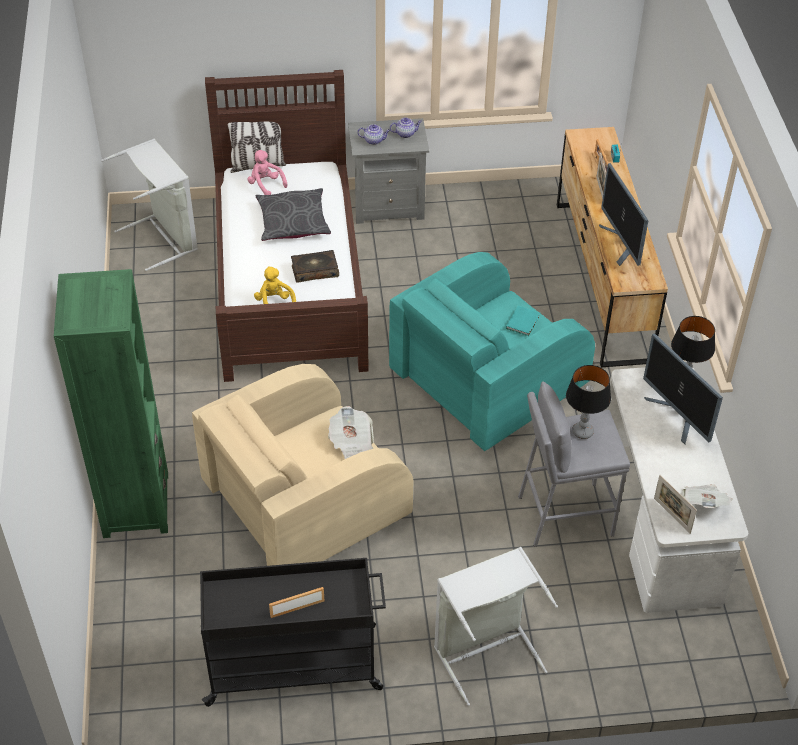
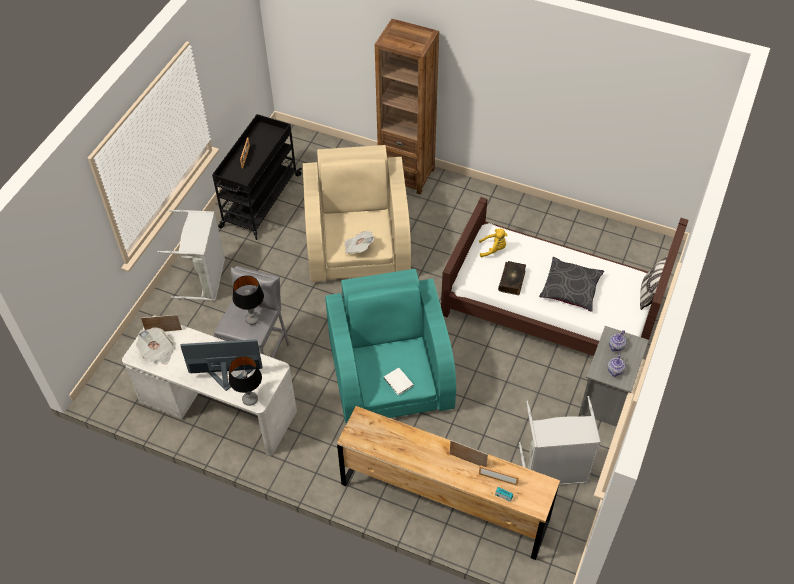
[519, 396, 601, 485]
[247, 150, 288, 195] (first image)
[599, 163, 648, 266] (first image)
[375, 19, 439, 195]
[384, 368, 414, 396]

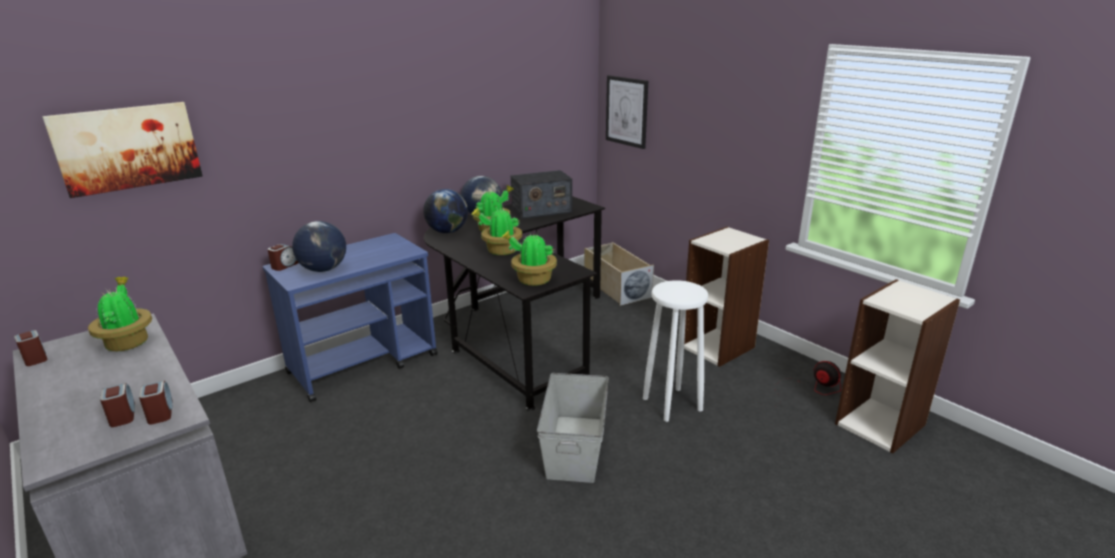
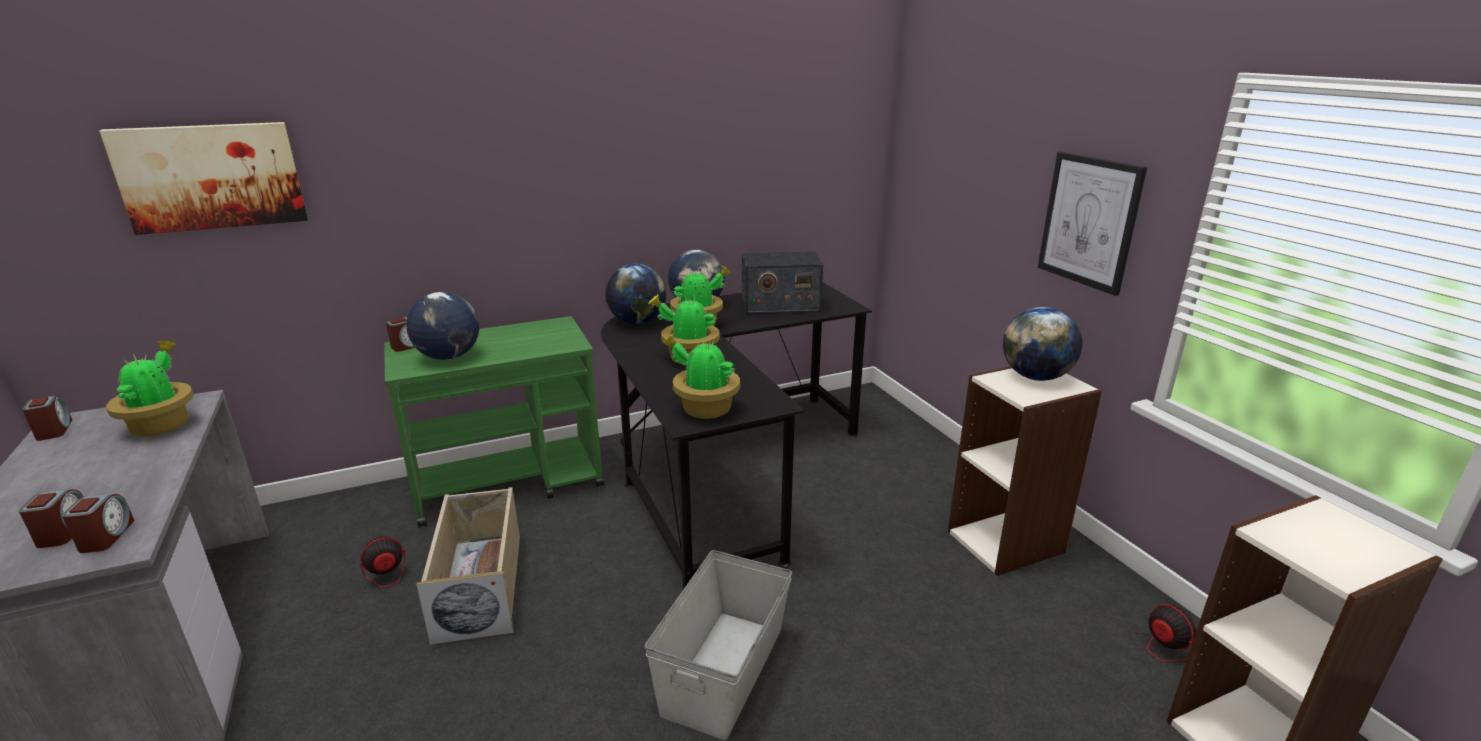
[1038, 151, 1147, 296]
[384, 316, 604, 528]
[416, 487, 520, 645]
[643, 280, 708, 422] (first image)
[1003, 307, 1083, 381]
[330, 536, 405, 642]

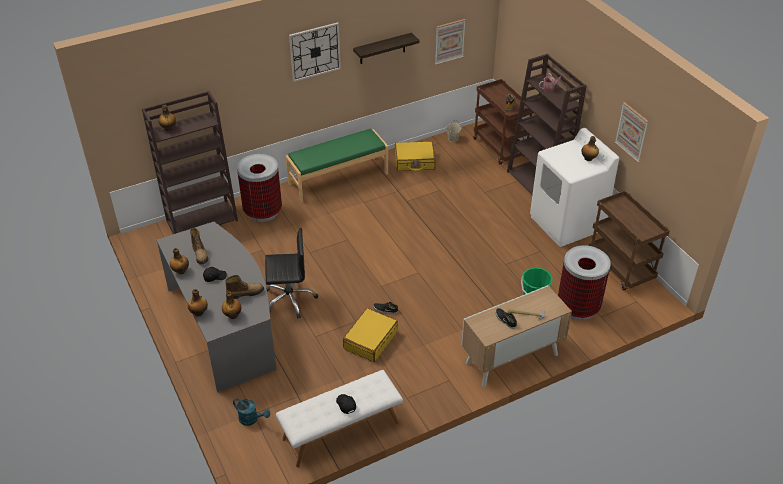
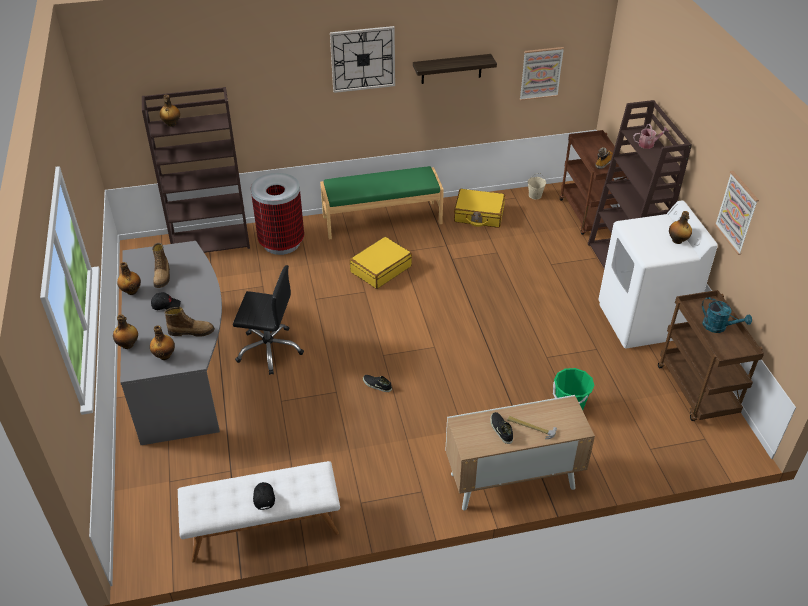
[558, 245, 611, 320] (first image)
[350, 237, 412, 289]
[702, 297, 752, 333]

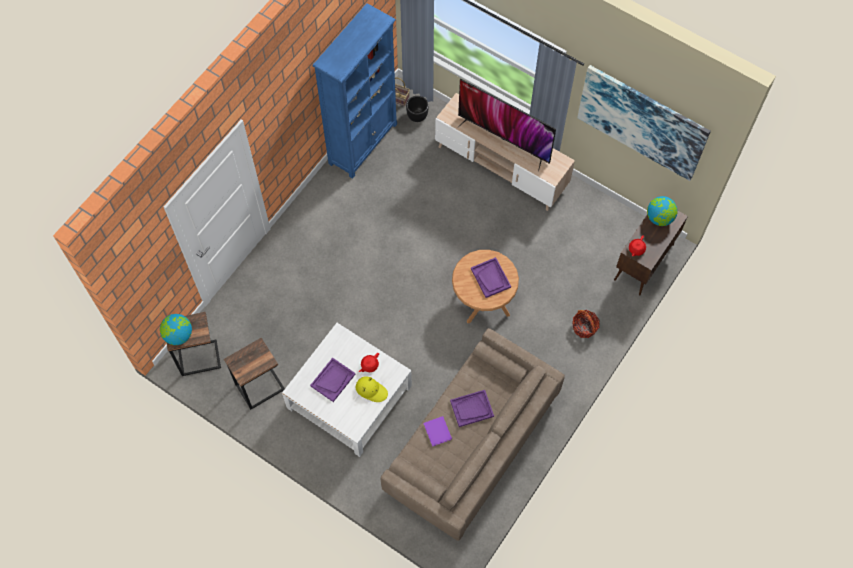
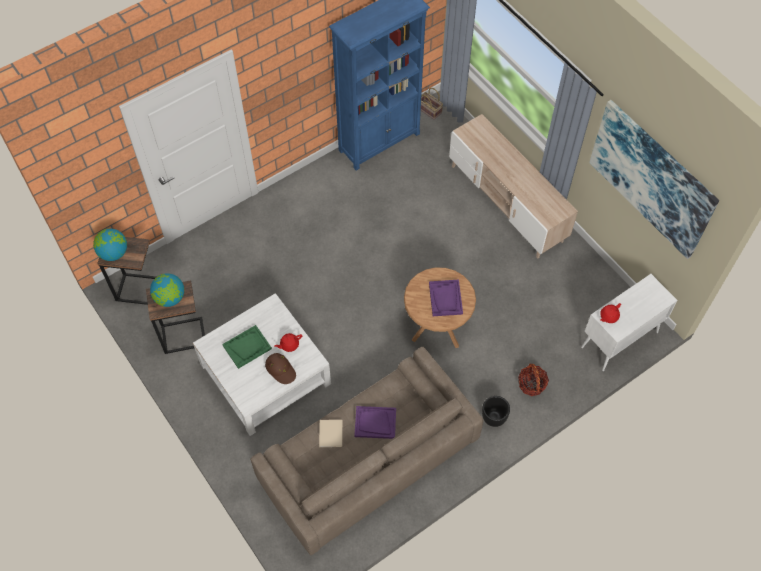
[457, 79, 556, 171] (first image)
[482, 396, 510, 427]
[150, 273, 184, 307]
[581, 274, 678, 371]
[222, 325, 272, 369]
[265, 353, 296, 384]
[319, 420, 343, 447]

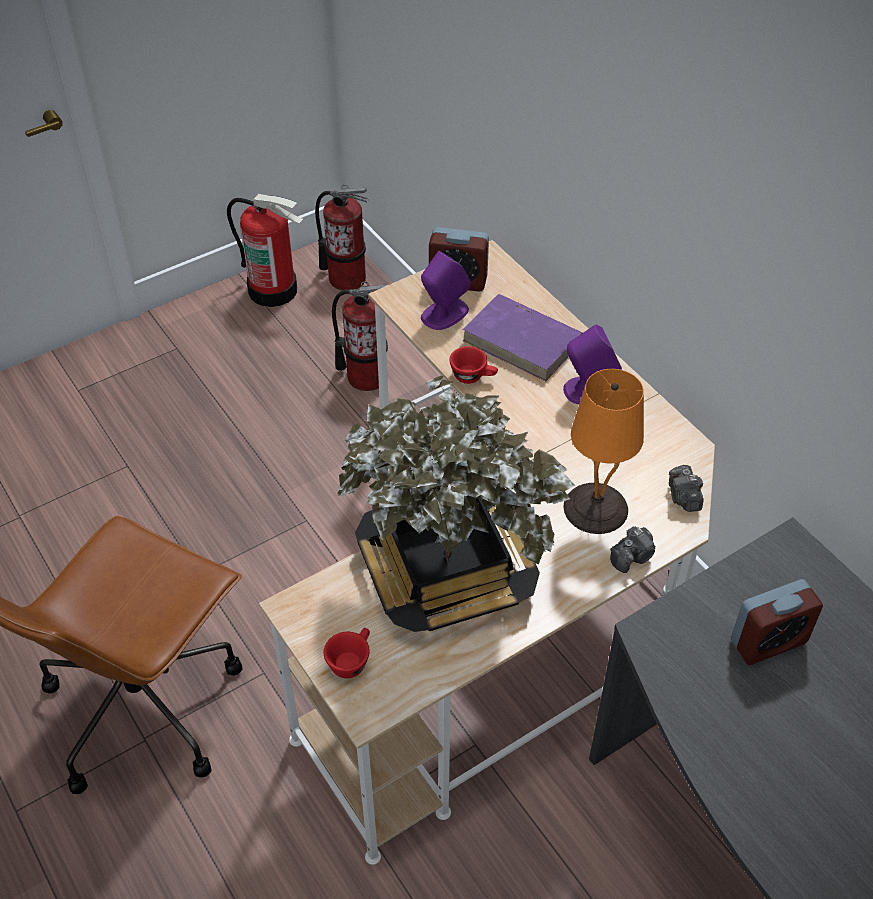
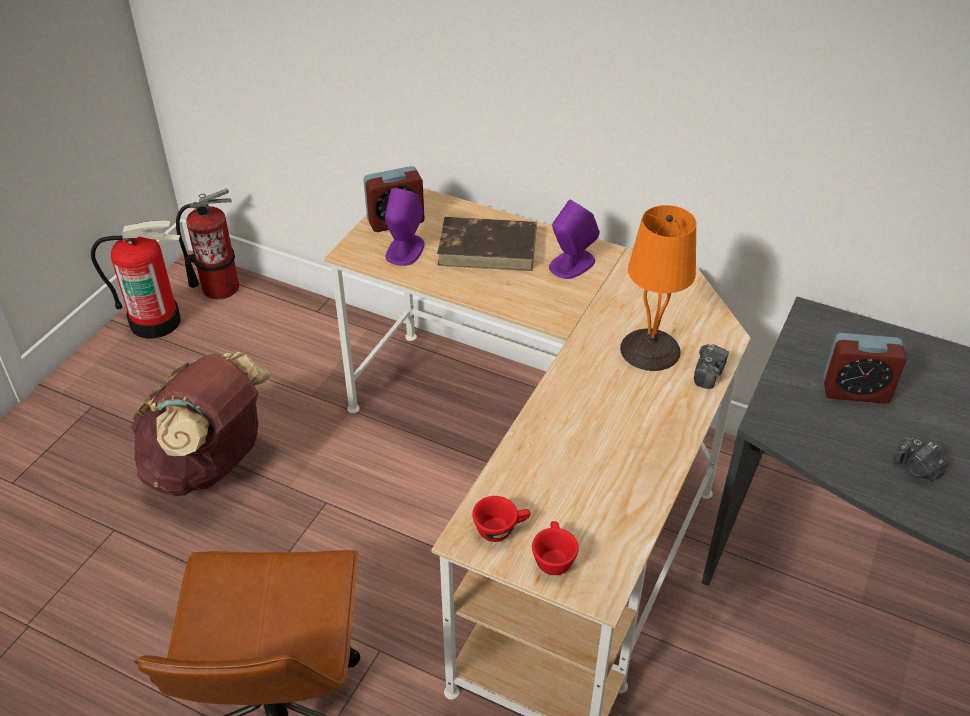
[332, 281, 390, 391] (first image)
[437, 217, 537, 271]
[472, 496, 530, 542]
[337, 375, 575, 632] (first image)
[894, 435, 948, 481]
[823, 333, 906, 403]
[130, 352, 272, 496]

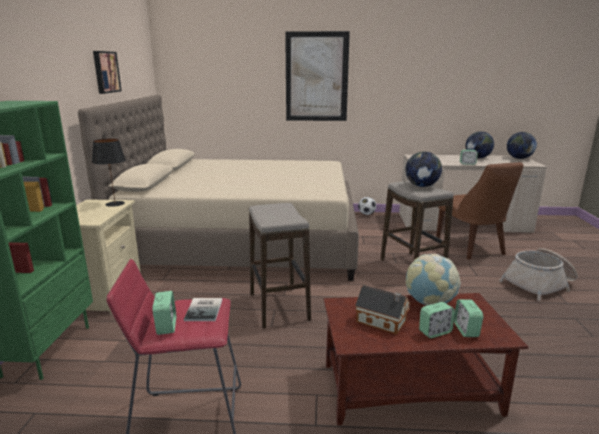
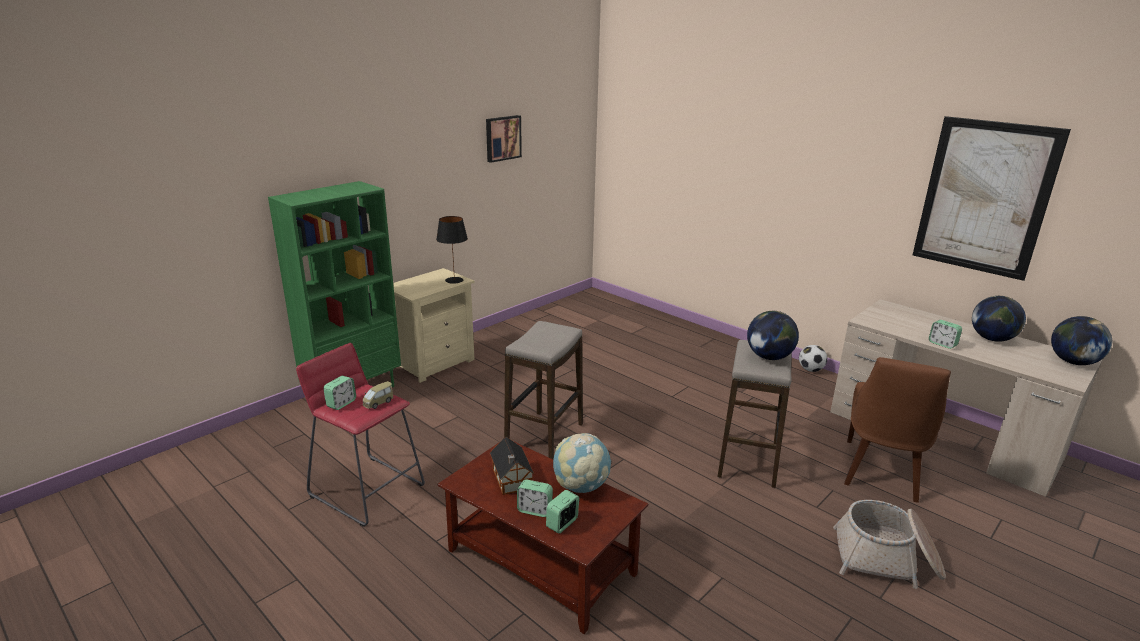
[913, 116, 1071, 281]
[78, 95, 359, 281] (first image)
[363, 381, 393, 409]

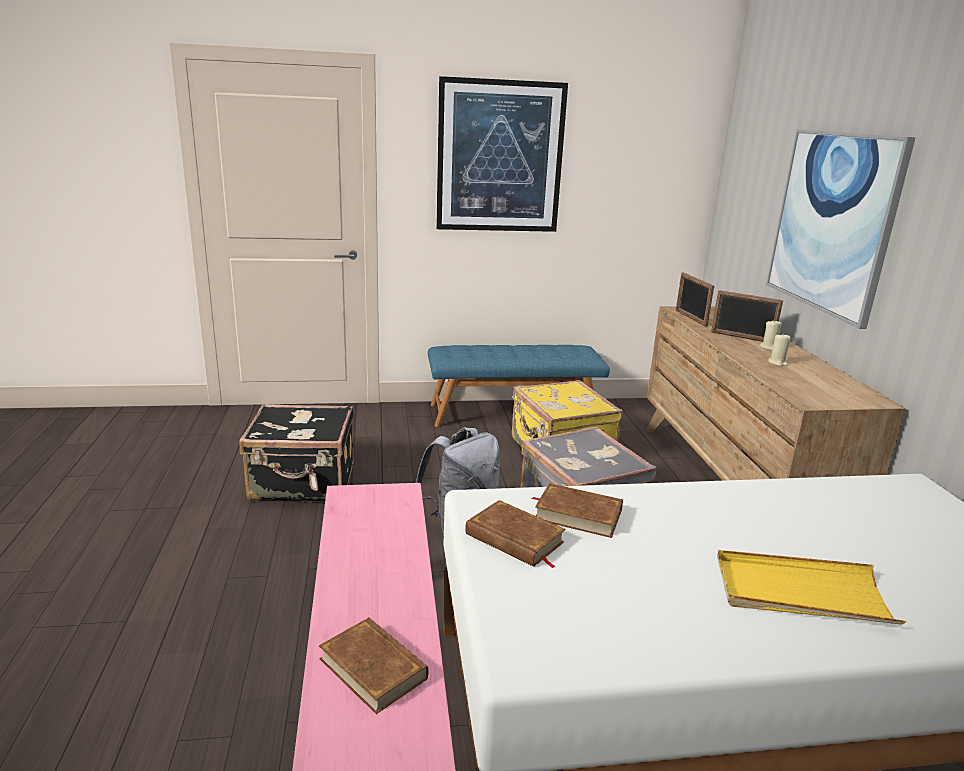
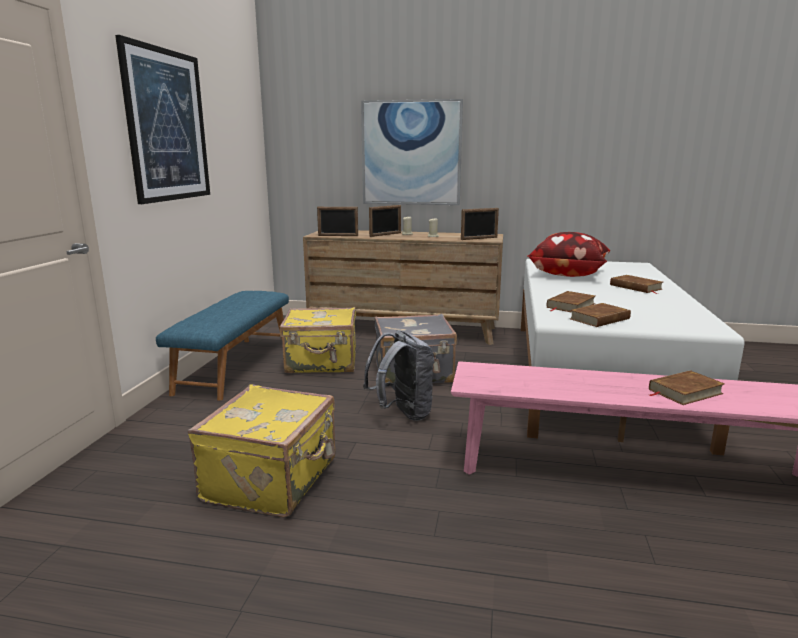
[188, 384, 336, 518]
[610, 275, 663, 294]
[461, 208, 499, 240]
[527, 232, 610, 277]

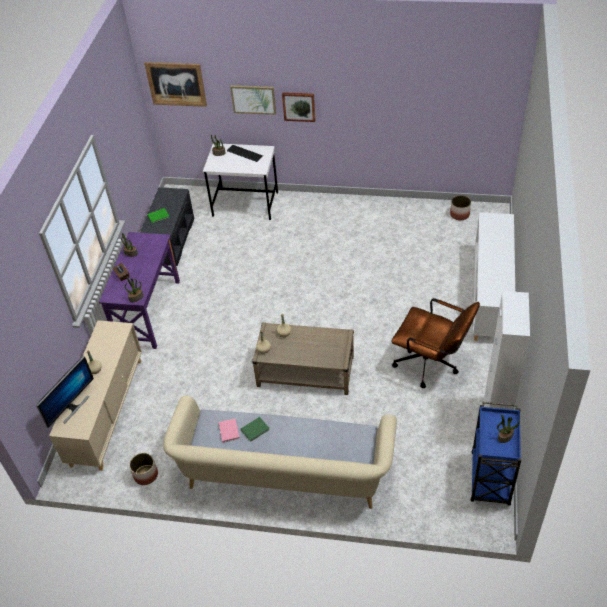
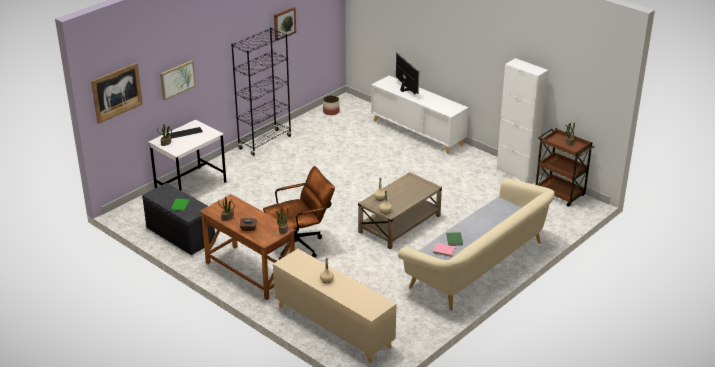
[274, 7, 296, 41]
[199, 194, 296, 300]
[263, 166, 335, 260]
[396, 53, 419, 94]
[536, 128, 595, 207]
[129, 453, 158, 485] (first image)
[231, 28, 291, 156]

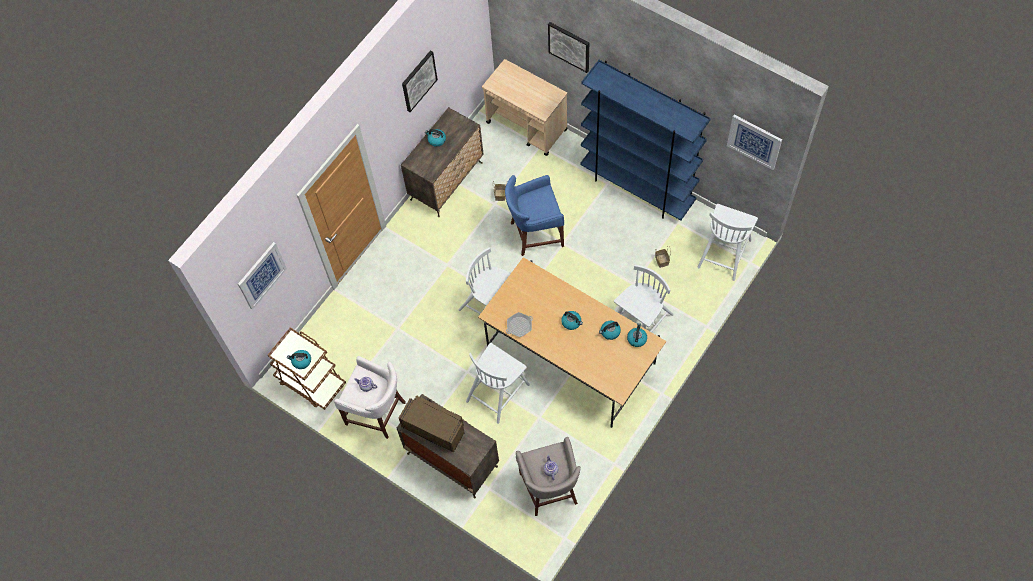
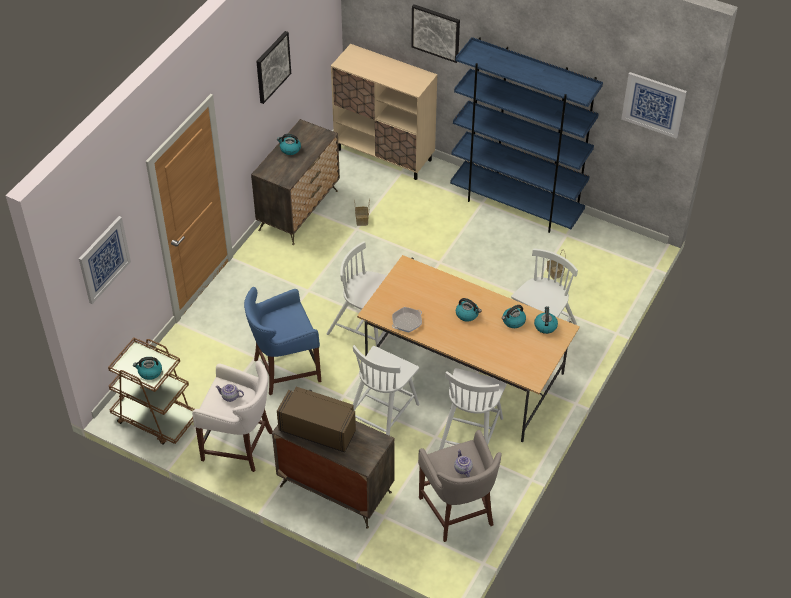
[331, 44, 437, 180]
[244, 287, 321, 395]
[439, 368, 507, 450]

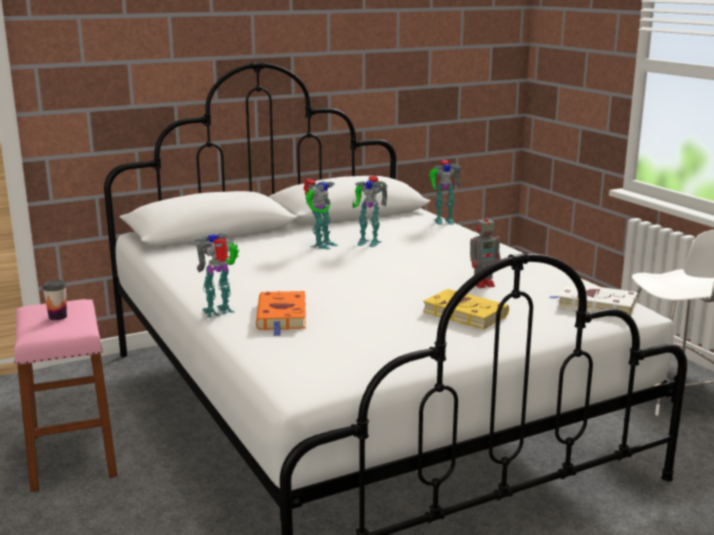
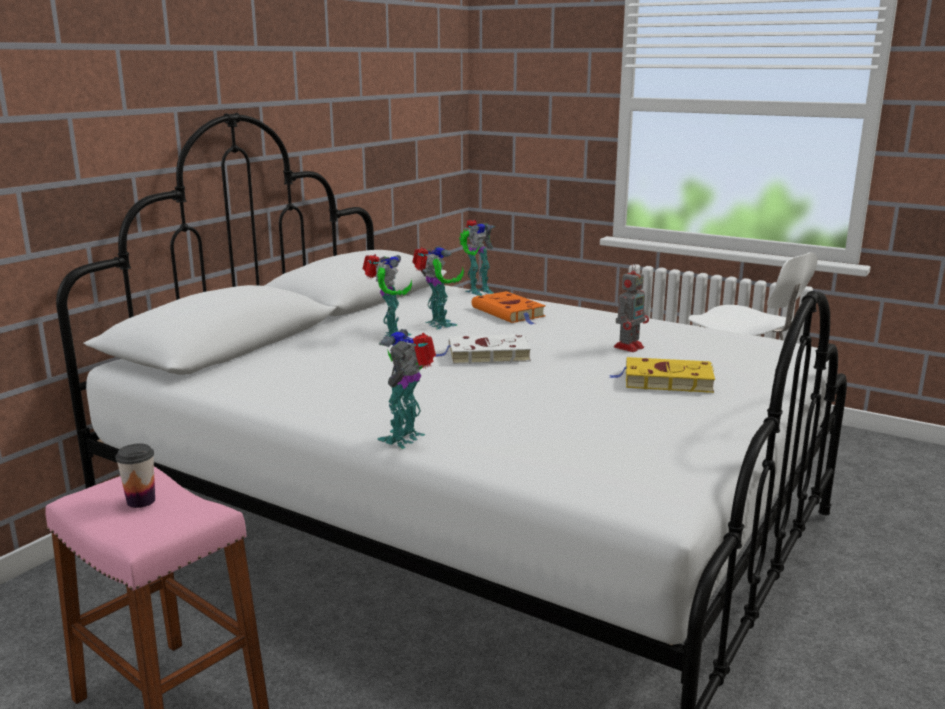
[412, 246, 464, 329]
[435, 334, 531, 364]
[472, 291, 546, 325]

